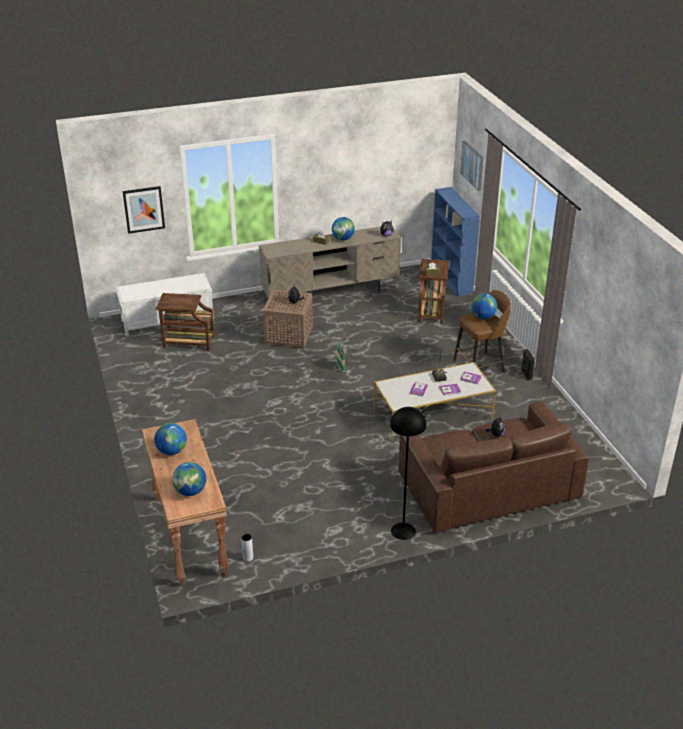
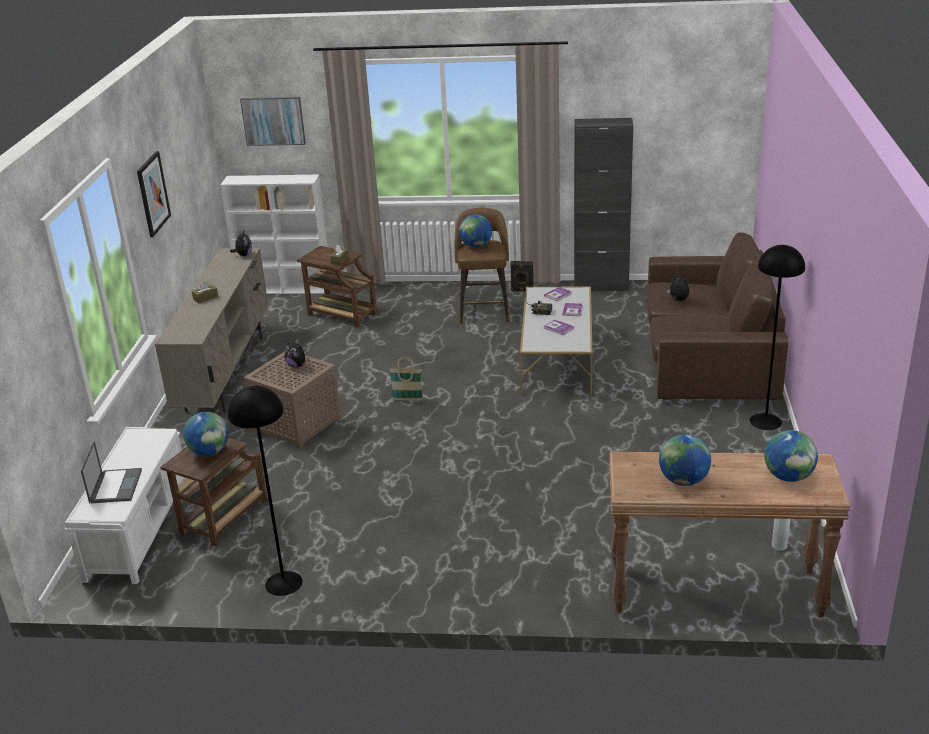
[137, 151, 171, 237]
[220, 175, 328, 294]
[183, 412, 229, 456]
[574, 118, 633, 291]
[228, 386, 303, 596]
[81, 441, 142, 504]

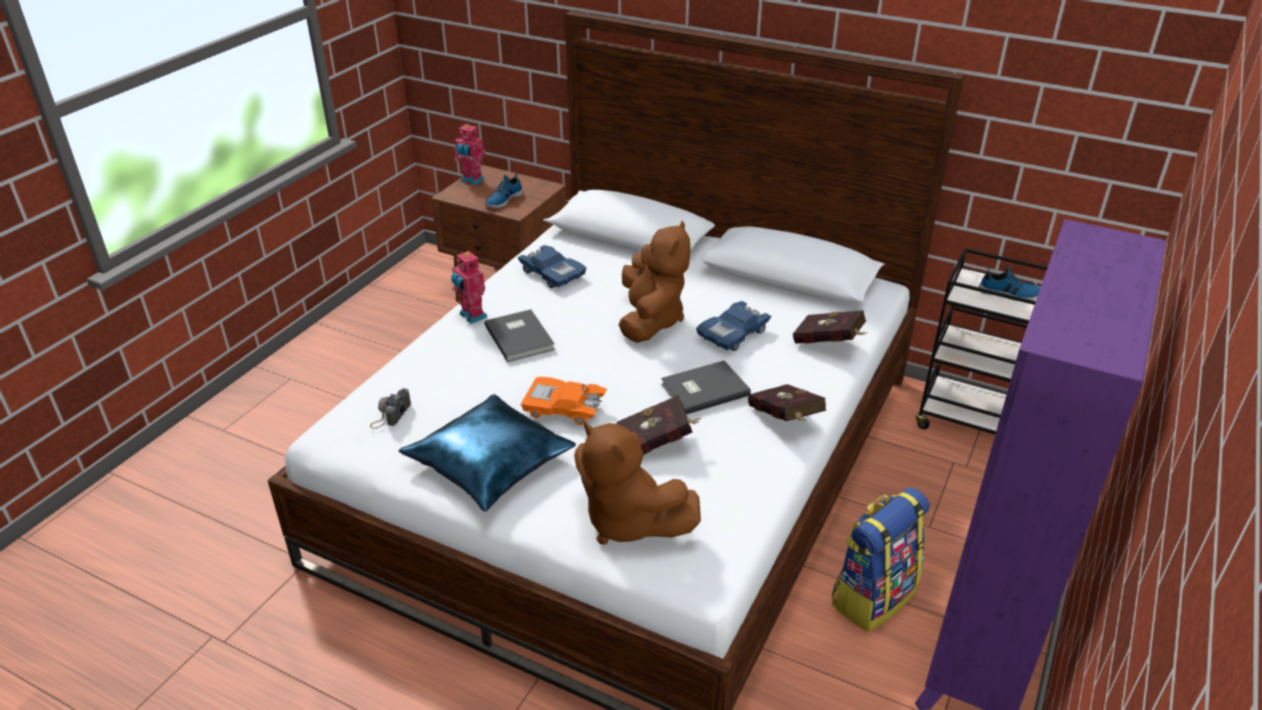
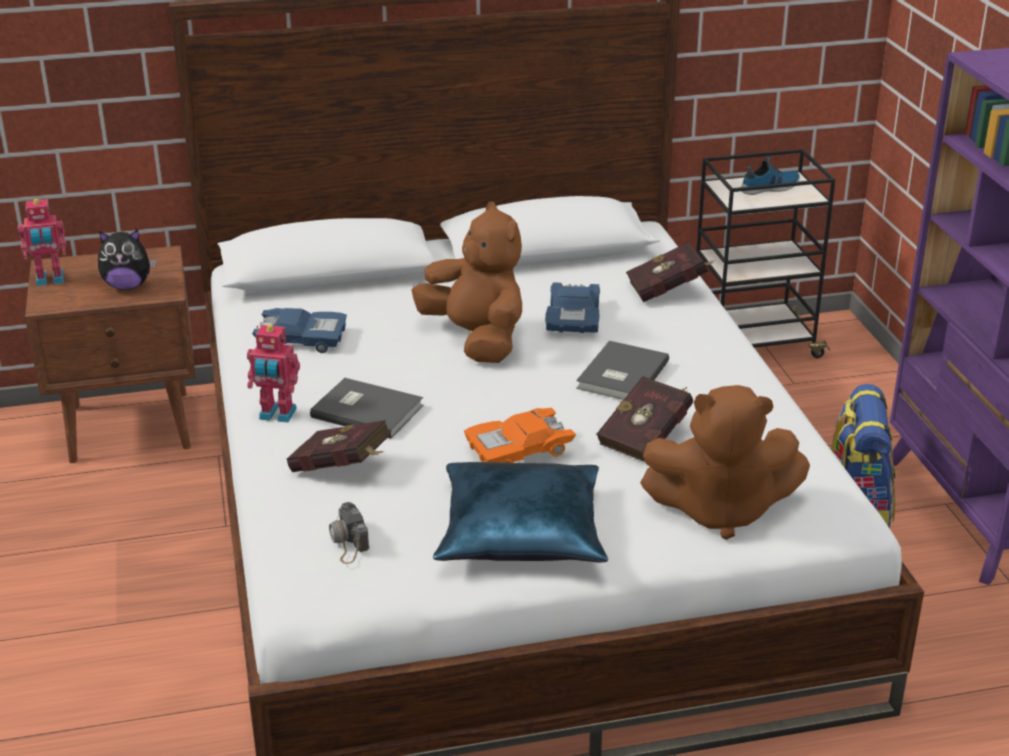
[98, 229, 156, 290]
[287, 420, 391, 472]

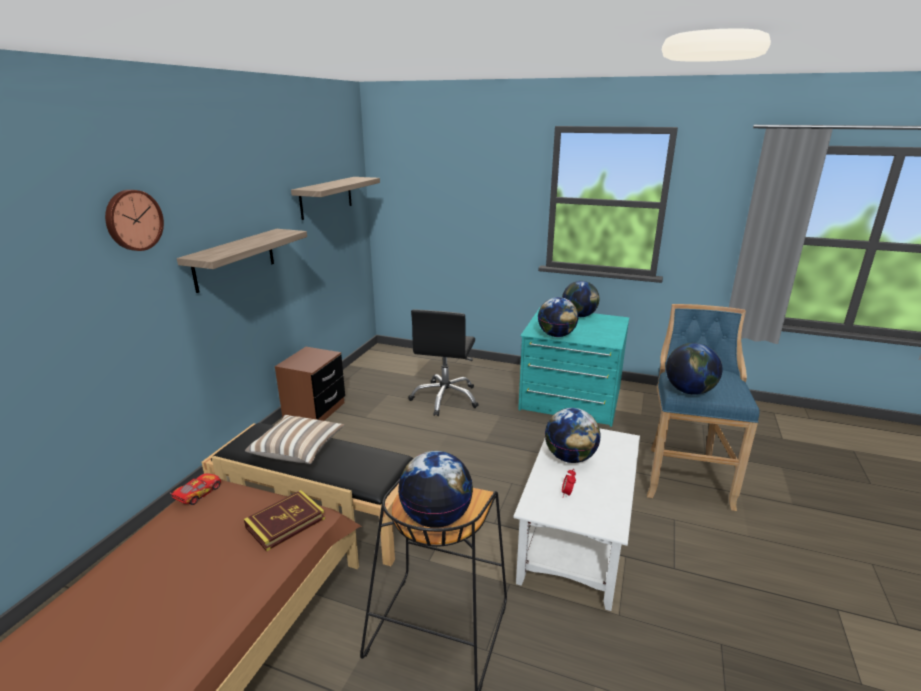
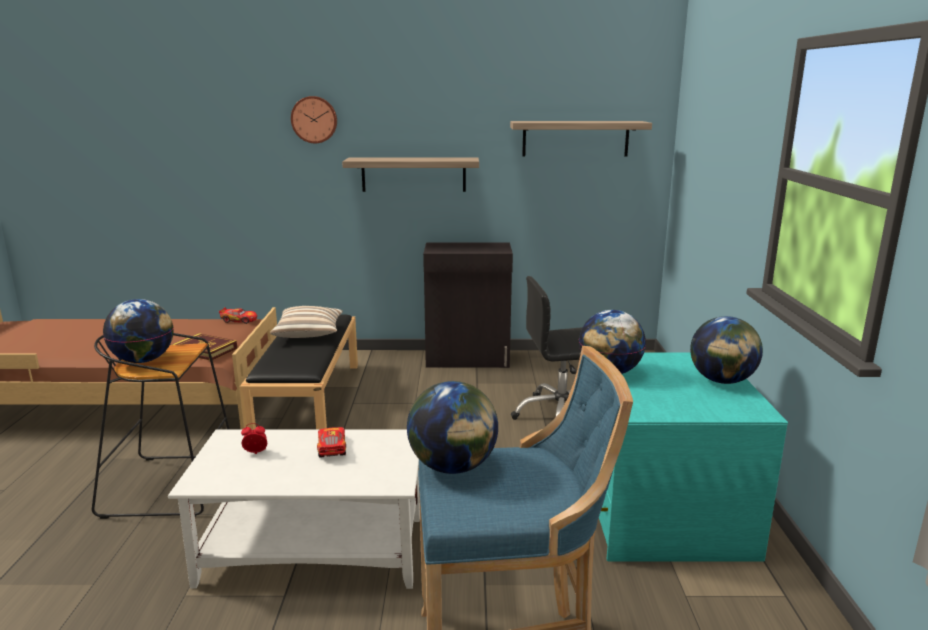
[423, 243, 513, 368]
[317, 427, 346, 458]

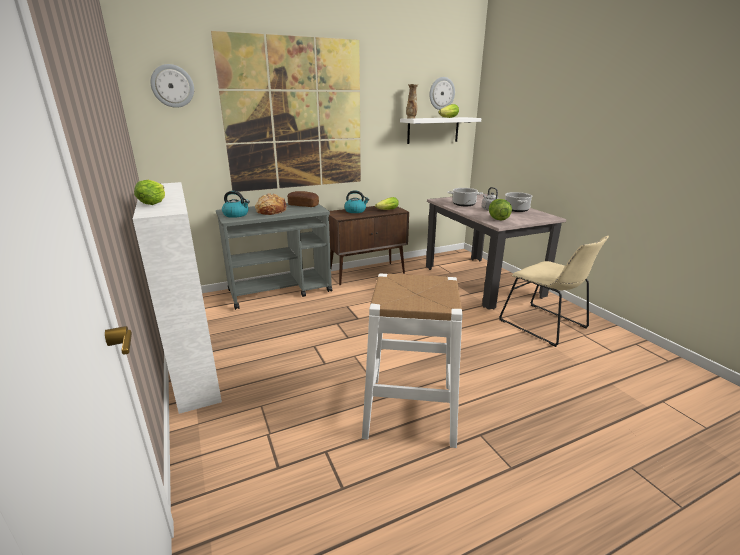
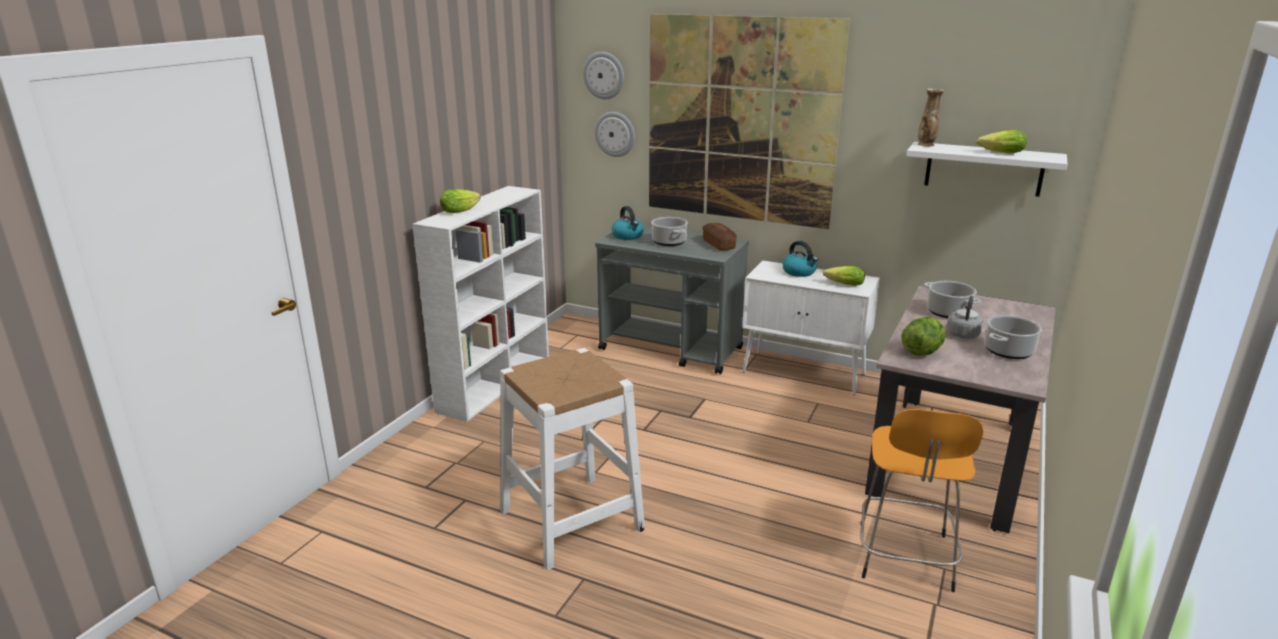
[595, 112, 635, 157]
[651, 217, 688, 246]
[742, 260, 880, 395]
[860, 409, 984, 592]

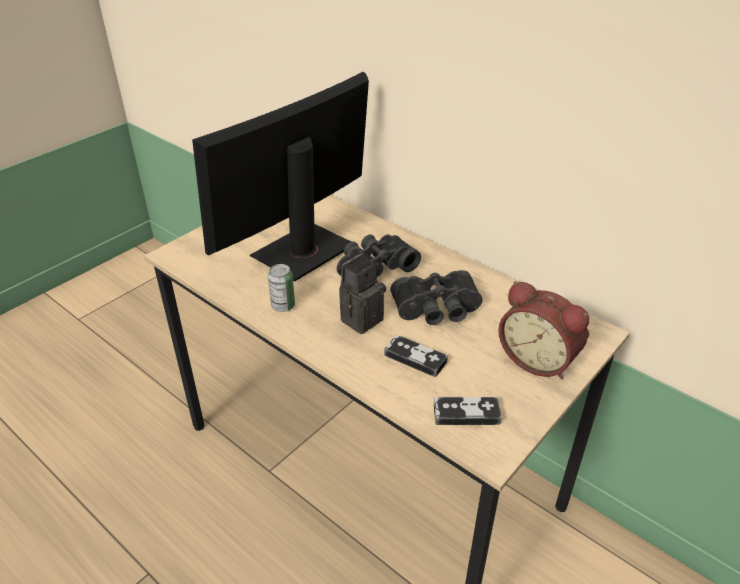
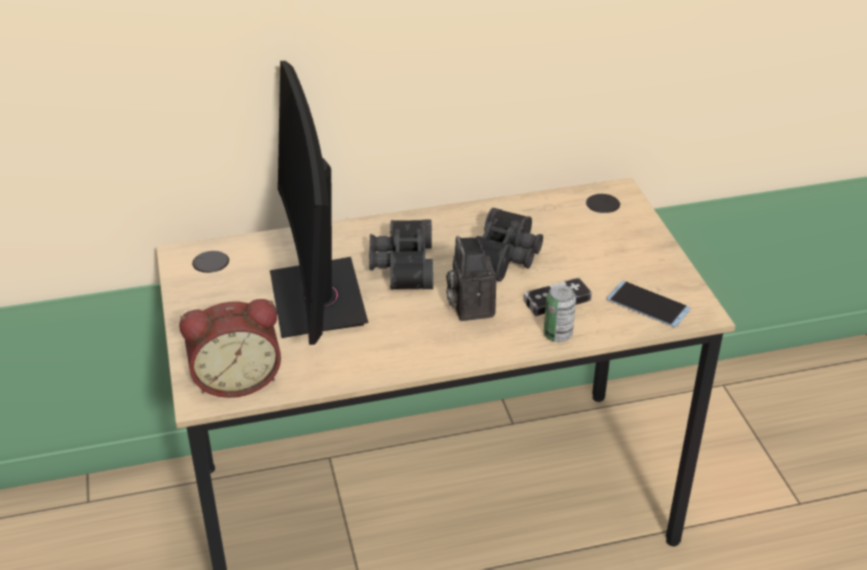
[544, 285, 576, 342]
[179, 299, 281, 398]
[606, 281, 691, 327]

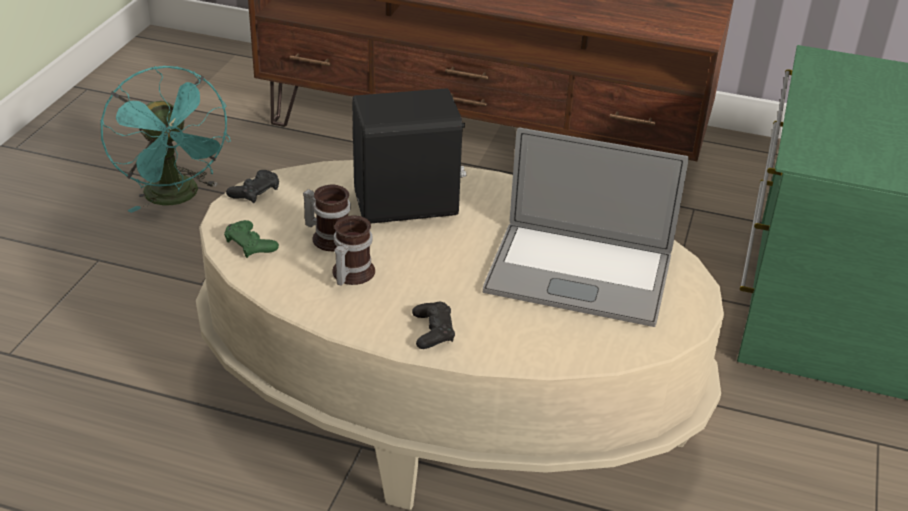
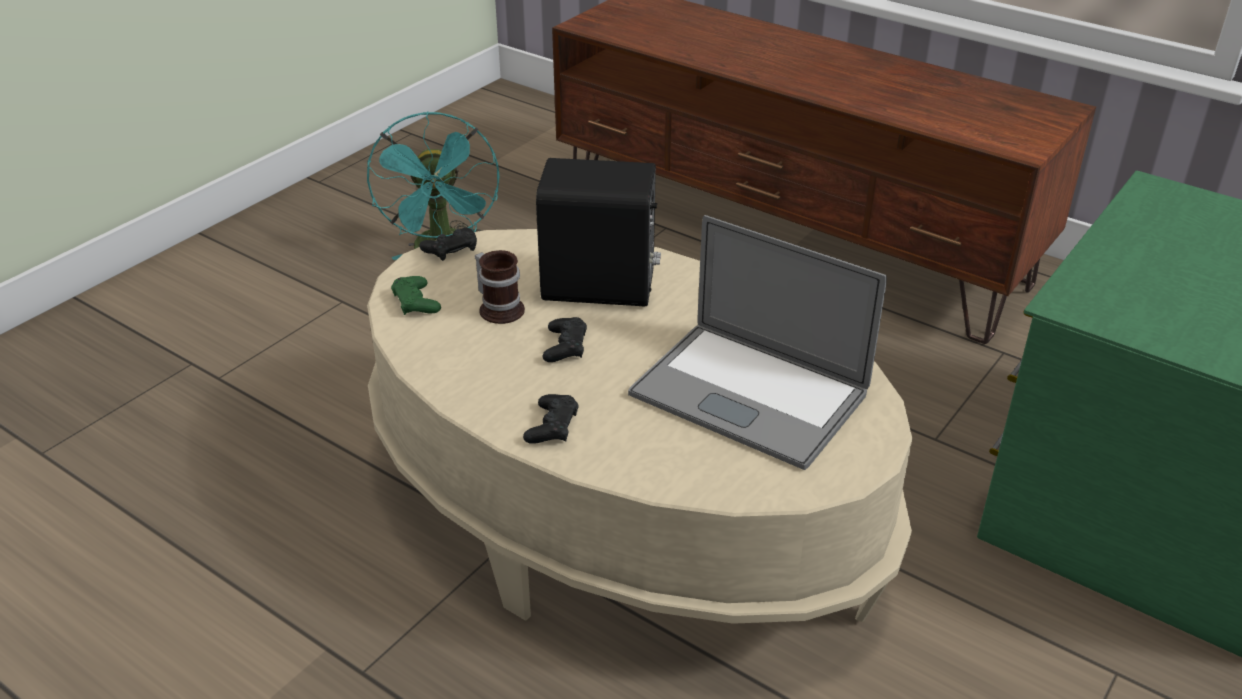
[332, 215, 375, 286] (first image)
[543, 317, 587, 362]

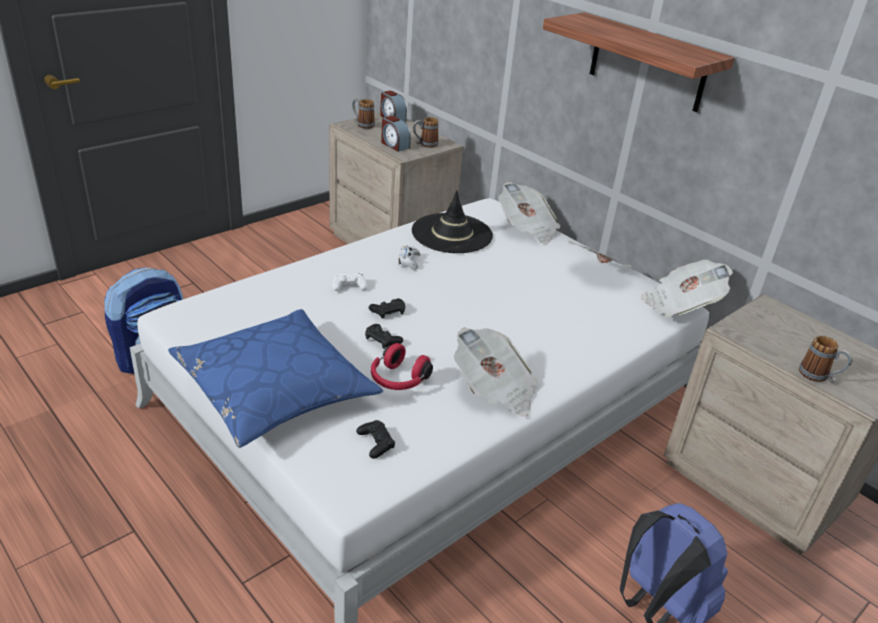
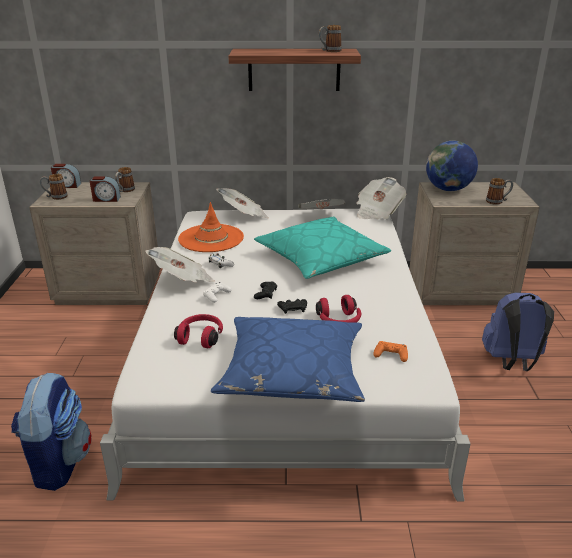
[178, 202, 244, 252]
[145, 247, 214, 283]
[373, 341, 408, 362]
[319, 25, 342, 52]
[426, 141, 478, 191]
[254, 217, 391, 279]
[174, 314, 223, 348]

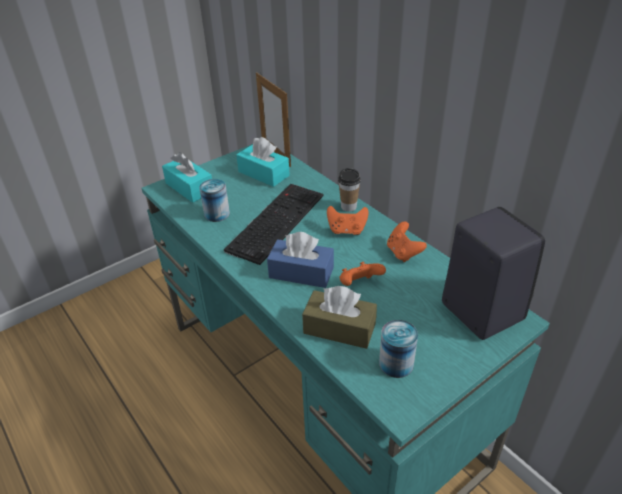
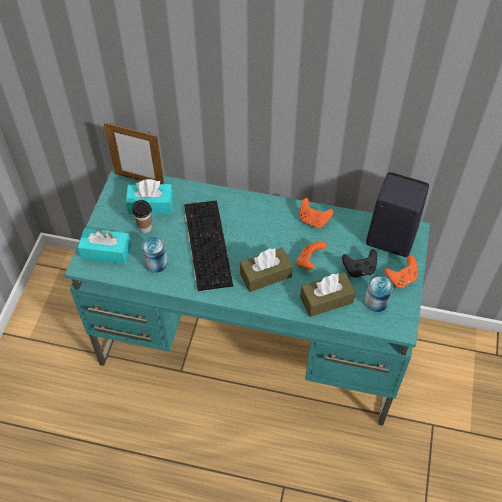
[132, 200, 152, 233]
[385, 255, 418, 288]
[240, 247, 293, 292]
[342, 249, 377, 278]

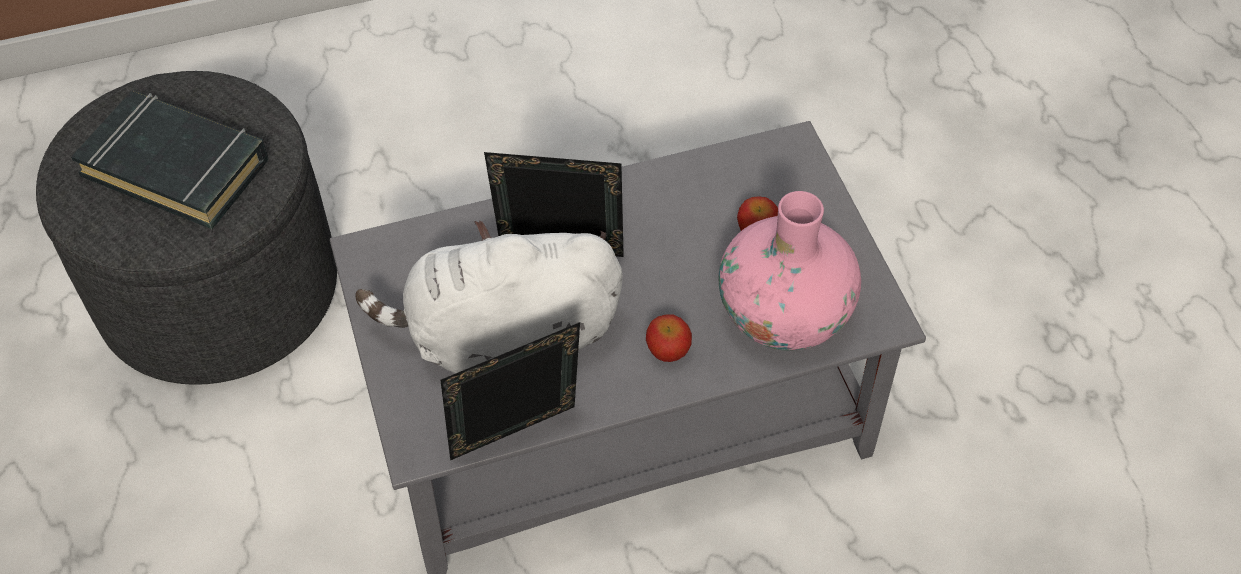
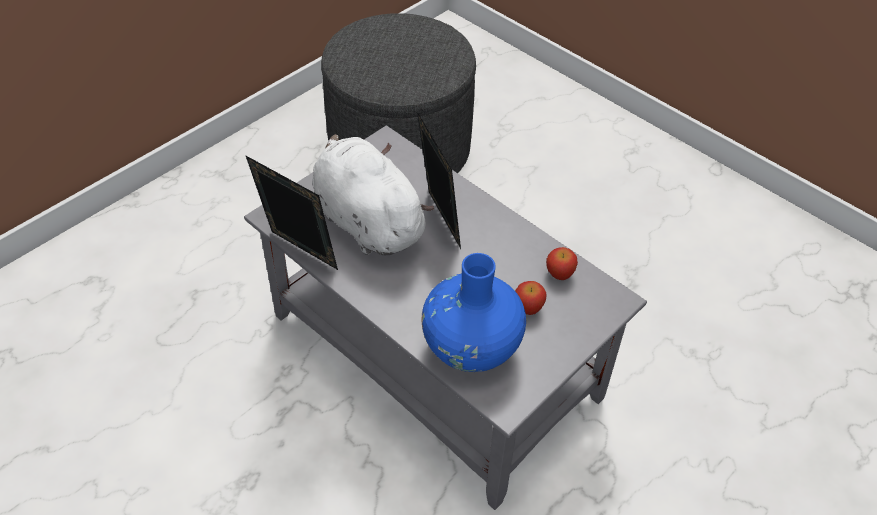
[71, 91, 268, 229] (first image)
[422, 253, 526, 372]
[546, 247, 578, 280]

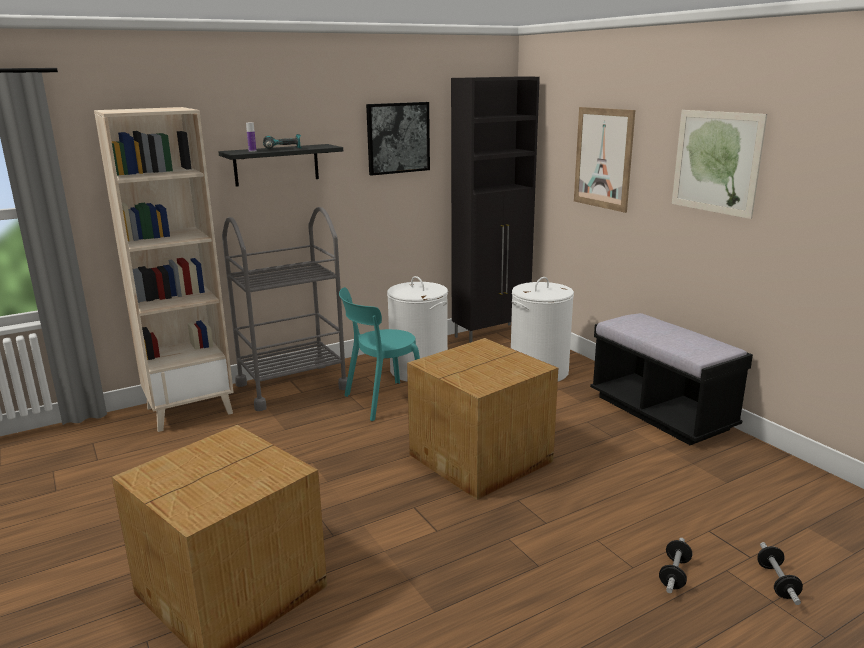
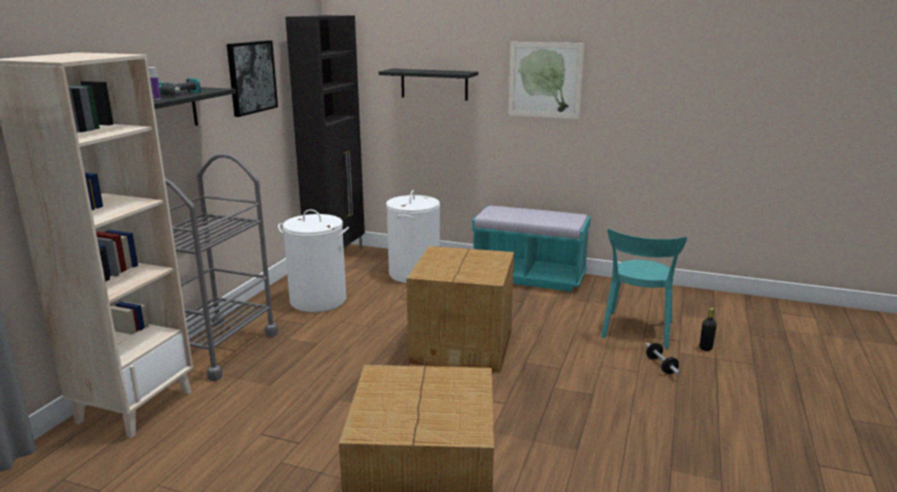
[379, 69, 478, 101]
[601, 229, 687, 349]
[472, 206, 591, 292]
[700, 308, 717, 351]

